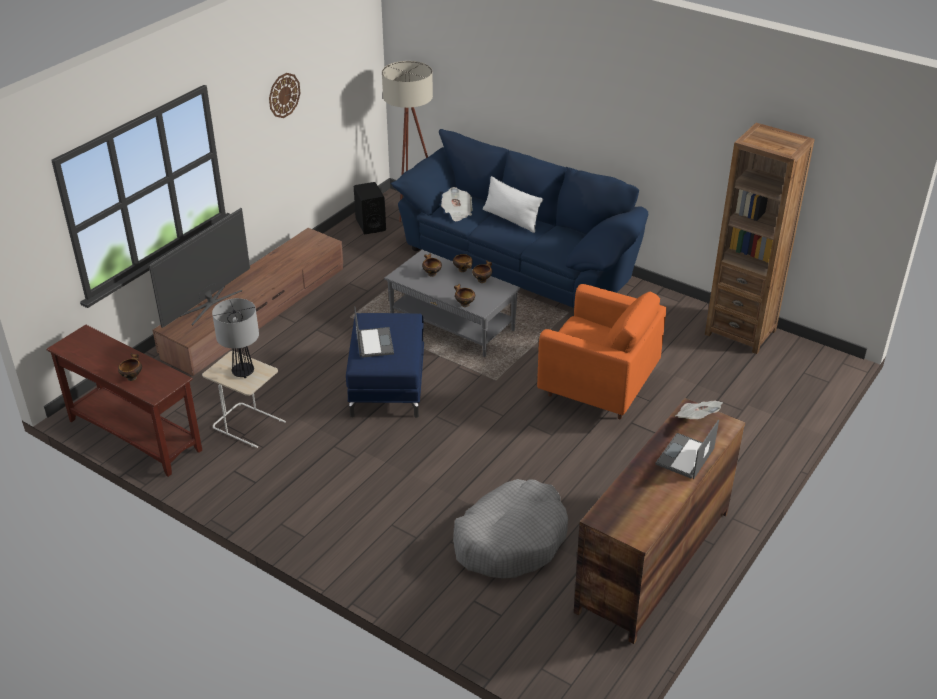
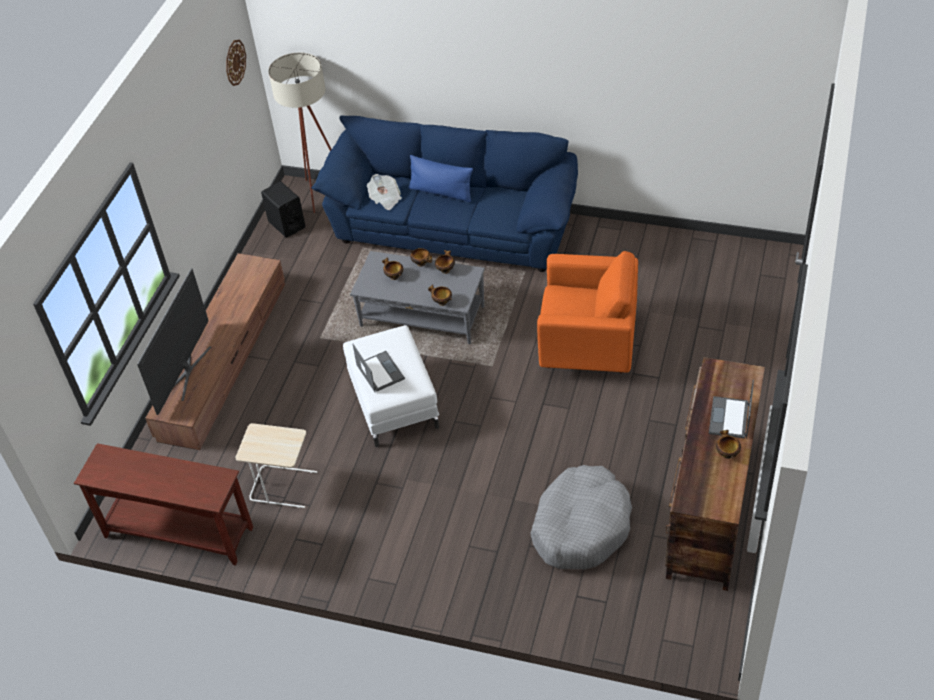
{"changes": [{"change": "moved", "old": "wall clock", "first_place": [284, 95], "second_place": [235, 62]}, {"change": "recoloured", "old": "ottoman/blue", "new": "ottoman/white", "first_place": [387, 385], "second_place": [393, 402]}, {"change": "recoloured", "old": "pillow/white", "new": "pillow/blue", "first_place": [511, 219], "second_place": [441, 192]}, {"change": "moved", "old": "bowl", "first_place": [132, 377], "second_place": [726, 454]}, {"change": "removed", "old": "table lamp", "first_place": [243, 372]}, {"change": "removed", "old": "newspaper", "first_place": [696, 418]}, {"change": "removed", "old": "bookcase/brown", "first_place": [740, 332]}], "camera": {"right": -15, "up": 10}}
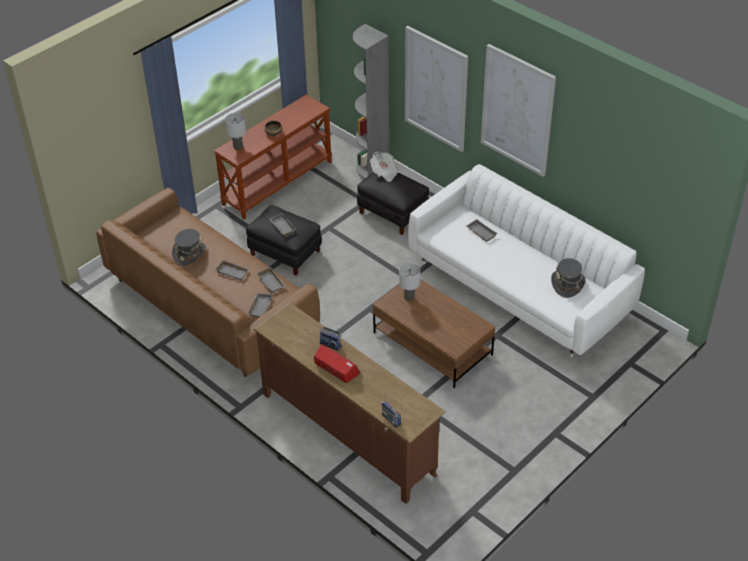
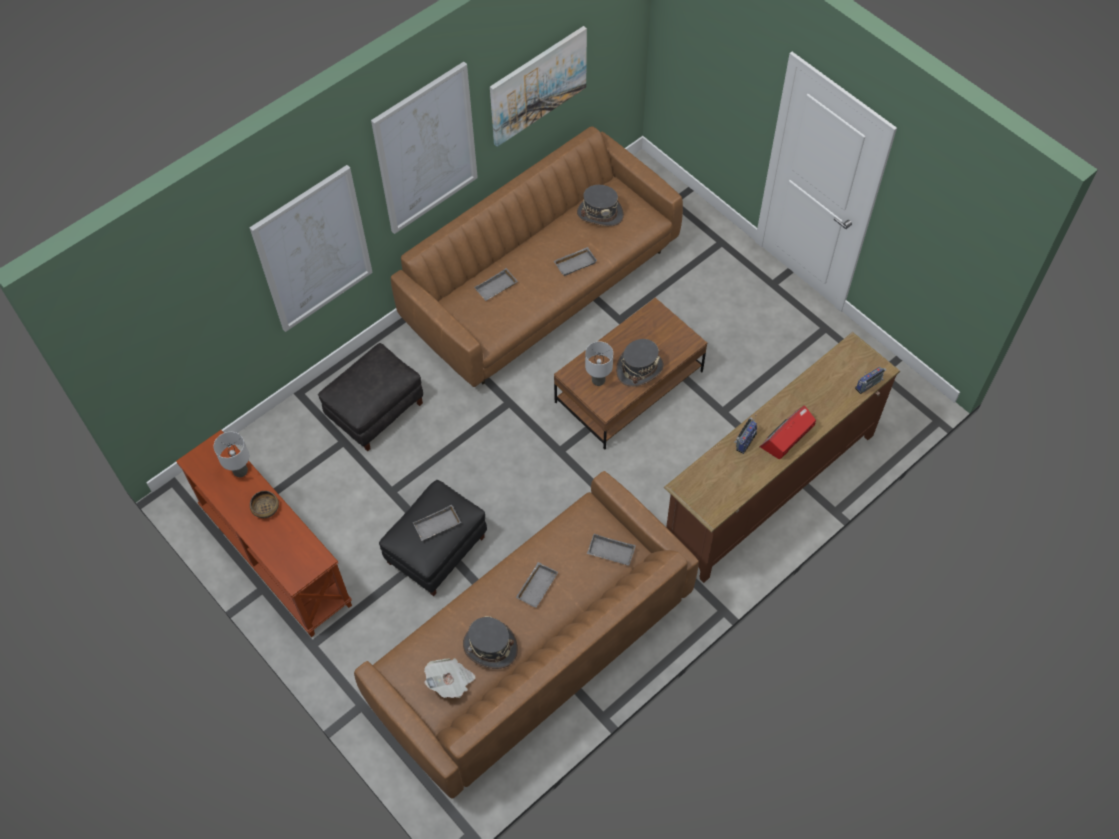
{"changes": [{"change": "moved", "old": "table lamp/white", "first_place": [238, 147], "second_place": [240, 471]}, {"change": "recoloured", "old": "sofa/white", "new": "sofa/brown", "first_place": [519, 288], "second_place": [541, 286]}, {"change": "moved", "old": "newspaper", "first_place": [384, 172], "second_place": [450, 682]}, {"change": "added", "new": "picture", "second_place": [538, 85]}, {"change": "moved", "old": "tray/grey", "first_place": [272, 282], "second_place": [575, 263]}, {"change": "added", "new": "hat/grey", "second_place": [639, 368]}, {"change": "removed", "old": "bookcase/grey", "first_place": [369, 171]}], "camera": {"right": -85, "up": 15}}
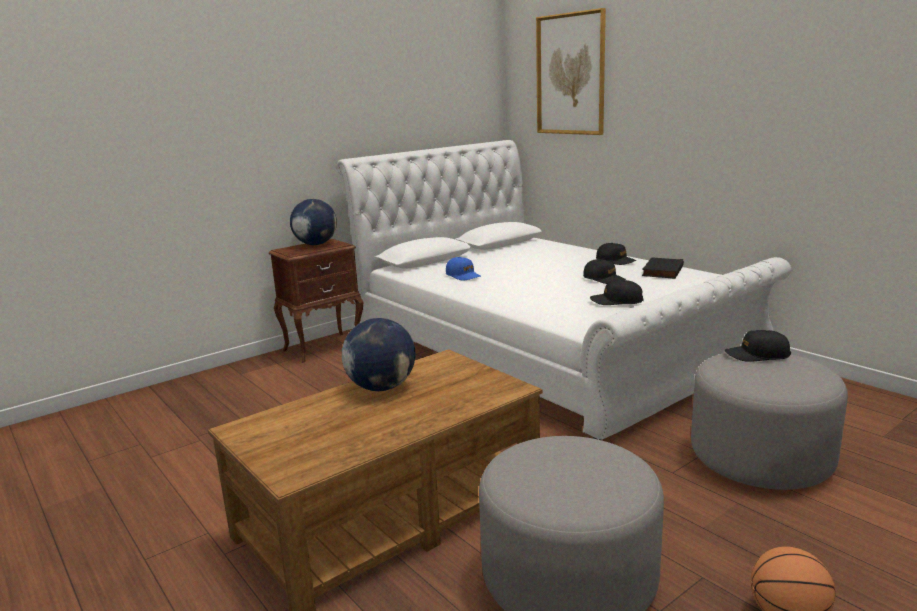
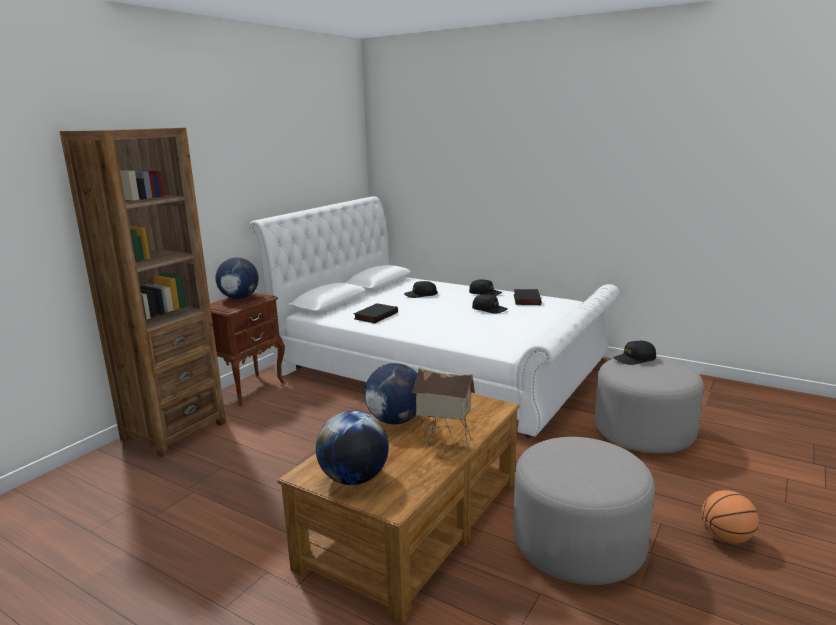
{"changes": [{"change": "added", "new": "bookcase/brown", "second_place": [174, 431]}, {"change": "added", "new": "globe", "second_place": [354, 478]}, {"change": "replaced", "old": "cap/blue", "new": "book/black", "first_place": [463, 276], "second_place": [375, 315]}, {"change": "moved", "old": "cap/black", "first_place": [616, 301], "second_place": [420, 295]}, {"change": "added", "new": "toy house", "second_place": [444, 441]}, {"change": "removed", "old": "picture", "first_place": [570, 74]}], "camera": {"right": -20, "up": 0}}
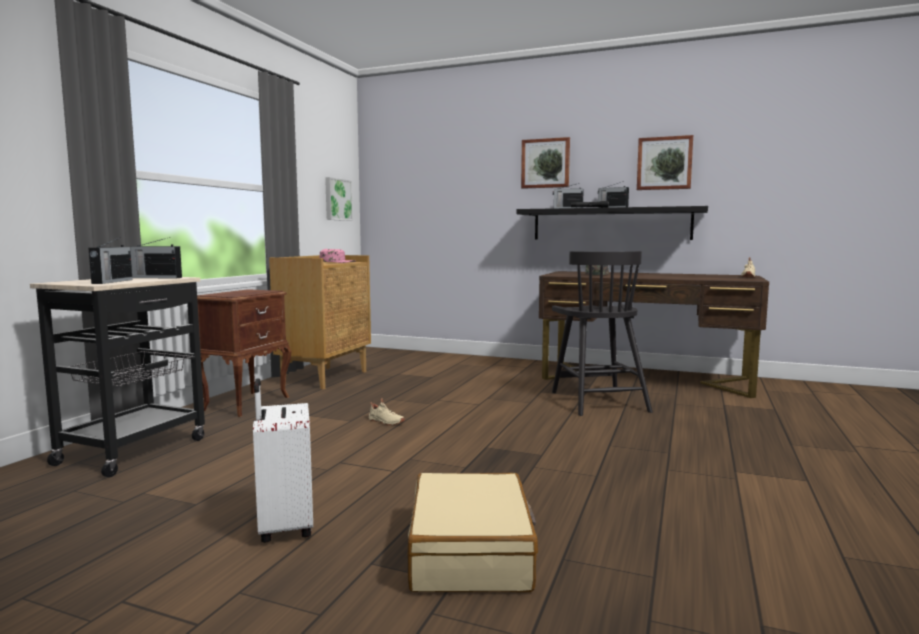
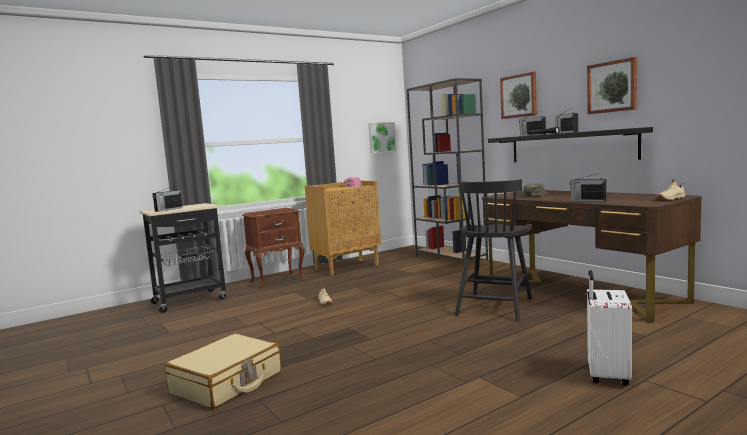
{"changes": [{"change": "added", "new": "bookcase", "second_place": [451, 258]}, {"change": "moved", "old": "radio", "first_place": [156, 277], "second_place": [587, 201]}, {"change": "moved", "old": "suitcase/white", "first_place": [284, 527], "second_place": [606, 376]}], "camera": {"right": 35, "up": 0}}
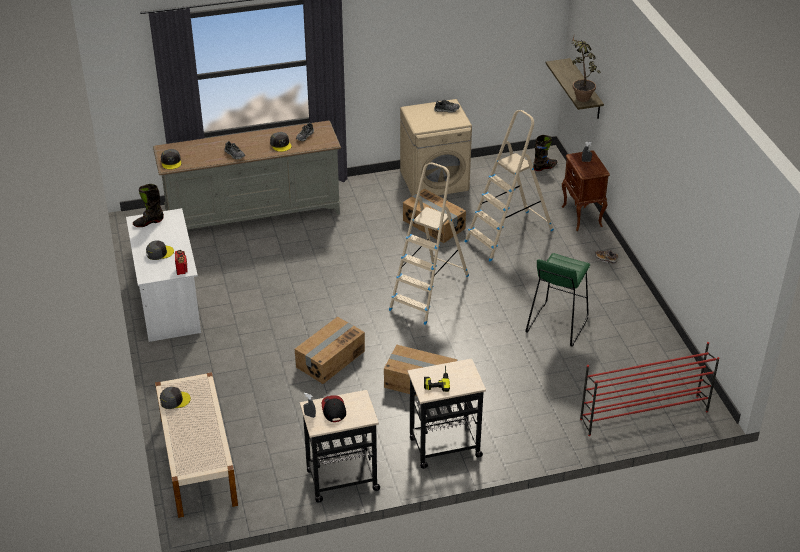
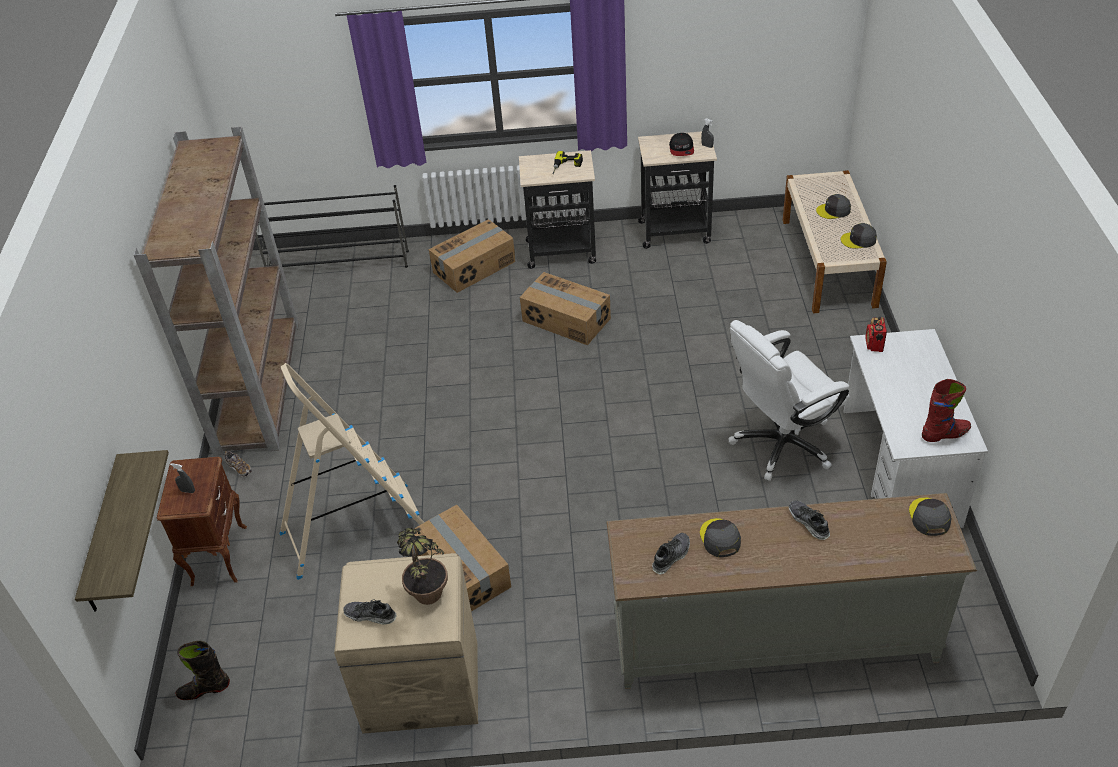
{"changes": [{"change": "added", "new": "bookcase/brown", "second_place": [258, 385]}, {"change": "recoloured", "old": "shoe rack/red", "new": "shoe rack/black", "first_place": [643, 415], "second_place": [339, 265]}, {"change": "moved", "old": "potted plant", "first_place": [580, 95], "second_place": [429, 602]}, {"change": "moved", "old": "cardboard box", "first_place": [330, 359], "second_place": [474, 267]}, {"change": "added", "new": "office chair/white", "second_place": [783, 443]}, {"change": "moved", "old": "cap/grey", "first_place": [159, 252], "second_place": [833, 210]}, {"change": "recoloured", "old": "boot/black", "new": "boot/red", "first_place": [148, 222], "second_place": [945, 434]}, {"change": "removed", "old": "step ladder/beige", "first_place": [429, 292]}, {"change": "removed", "old": "stool/green", "first_place": [556, 325]}], "camera": {"right": -165, "up": 5}}
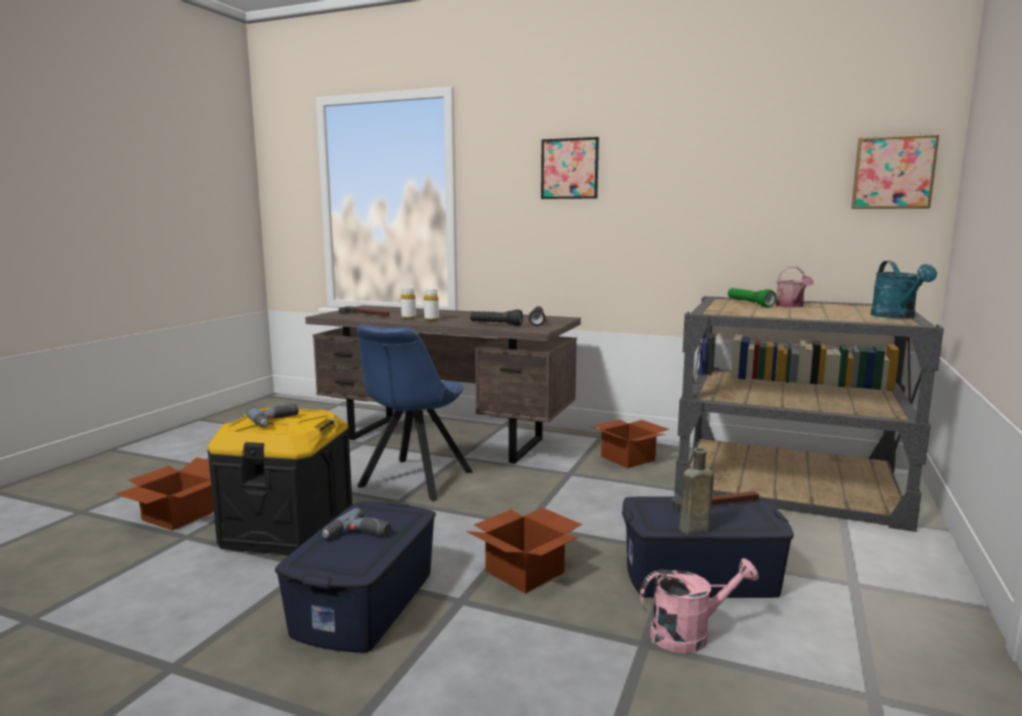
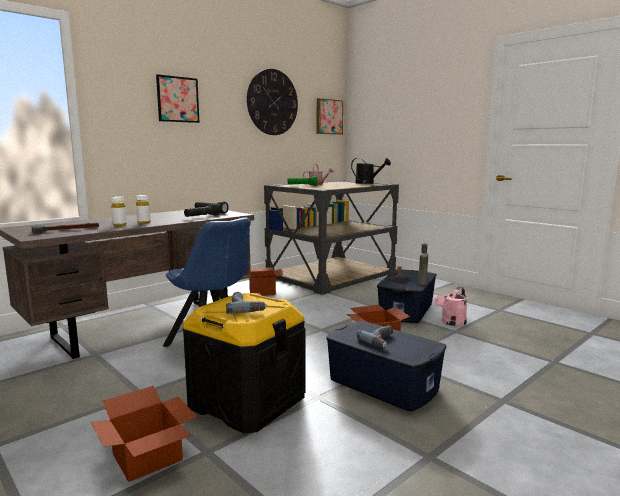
{"changes": [{"change": "added", "new": "wall clock", "second_place": [272, 102]}, {"change": "recoloured", "old": "watering can/turquoise", "new": "watering can/black", "first_place": [897, 317], "second_place": [368, 183]}, {"change": "turned", "old": "watering can/pink", "first_place": [689, 634], "second_place": [451, 322], "degrees": -150}], "camera": {"right": -65, "up": 0}}
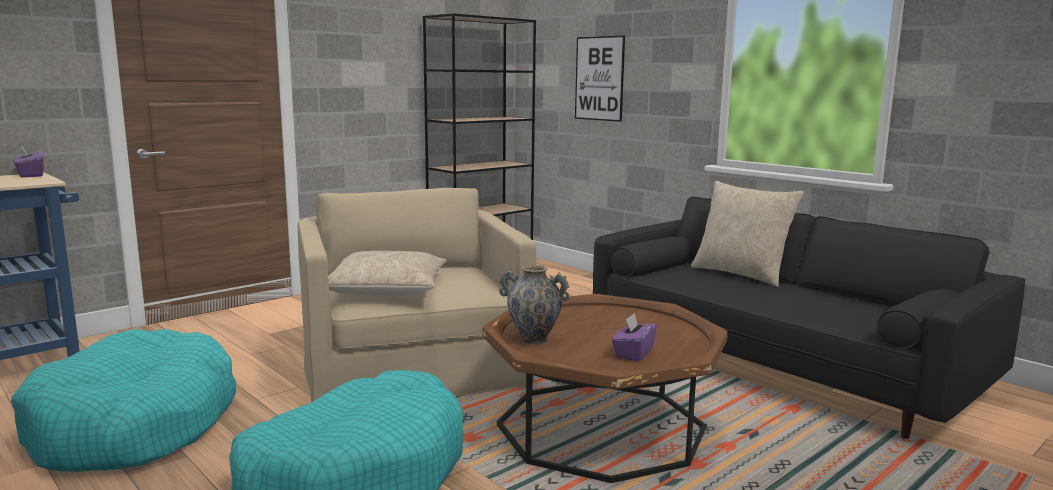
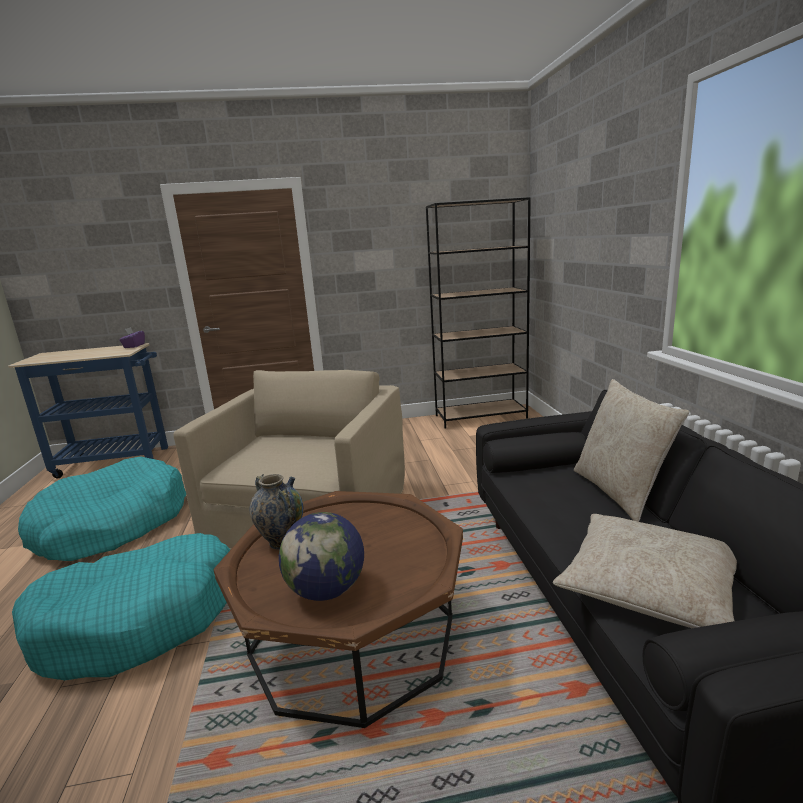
{"changes": [{"change": "replaced", "old": "tissue box/purple", "new": "globe", "first_place": [633, 353], "second_place": [326, 590]}, {"change": "moved", "old": "pillow/beige", "first_place": [386, 289], "second_place": [648, 585]}, {"change": "removed", "old": "picture", "first_place": [599, 78]}], "camera": {"right": 35, "up": 5}}
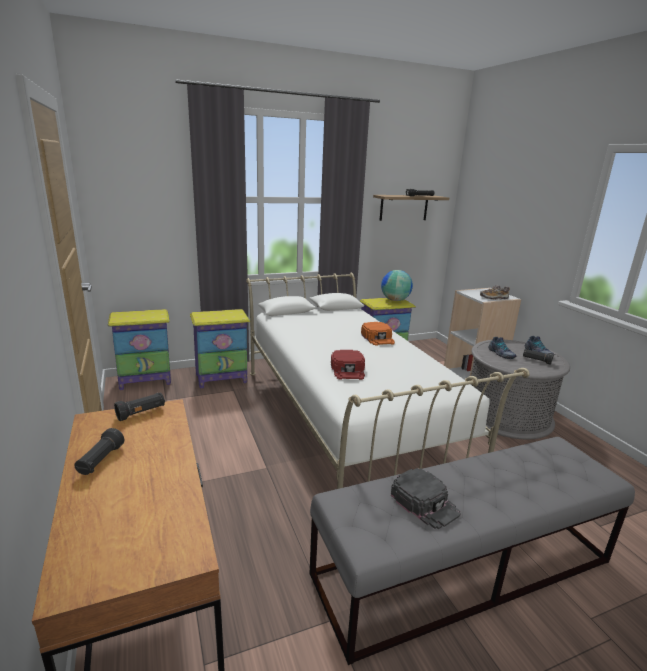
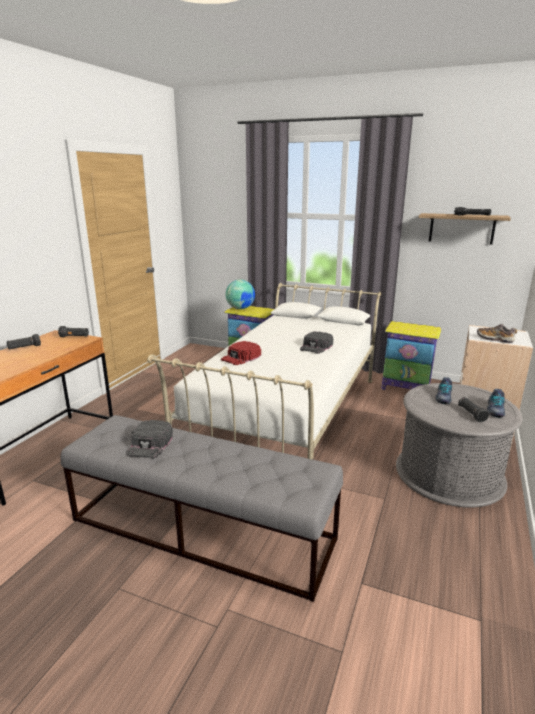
{"changes": [{"change": "moved", "old": "globe", "first_place": [395, 300], "second_place": [240, 308]}, {"change": "recoloured", "old": "cap/orange", "new": "cap/black", "first_place": [378, 338], "second_place": [316, 346]}, {"change": "removed", "old": "nightstand", "first_place": [147, 381]}], "camera": {"right": 45, "up": 0}}
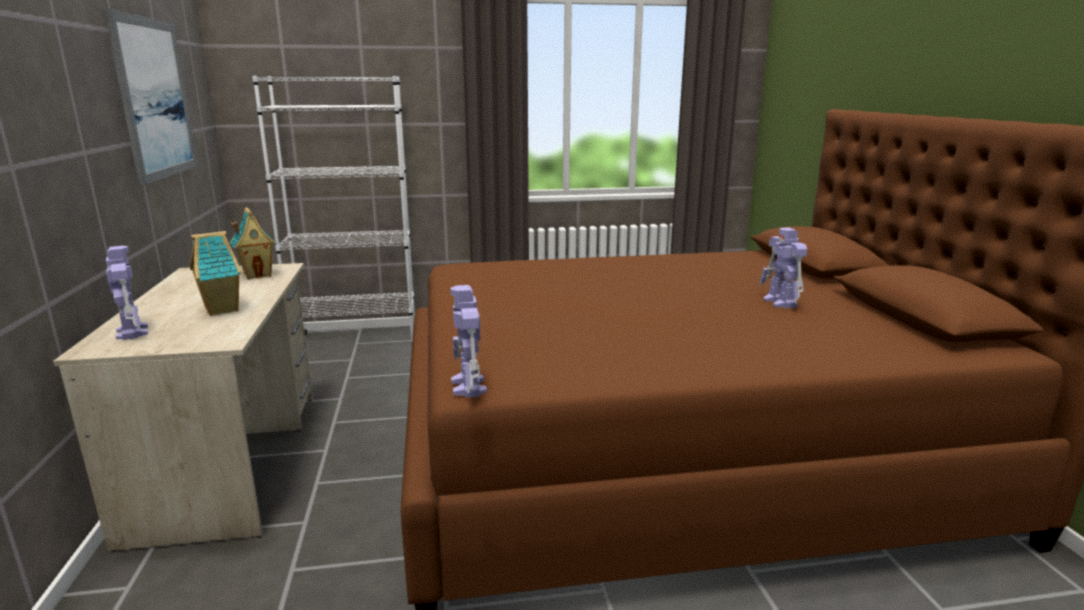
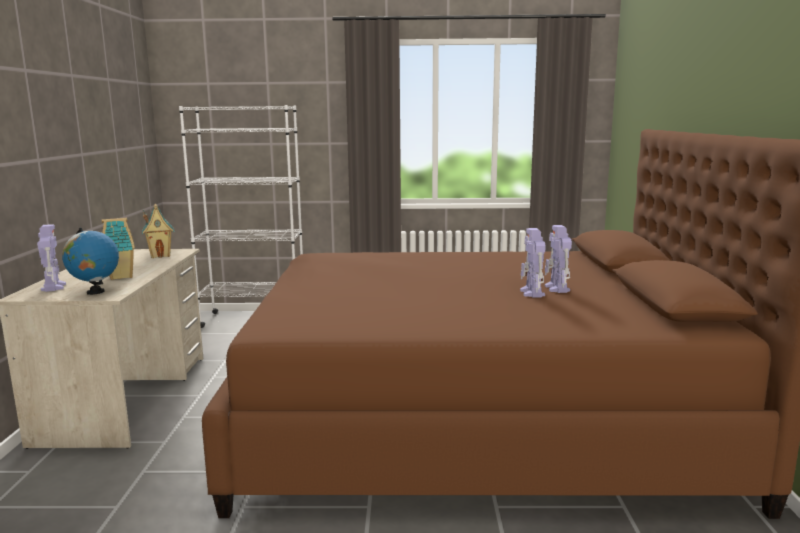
{"changes": [{"change": "added", "new": "globe", "second_place": [95, 292]}, {"change": "moved", "old": "toy robot", "first_place": [468, 387], "second_place": [532, 293]}, {"change": "removed", "old": "picture", "first_place": [155, 98]}], "camera": {"right": 10, "up": -5}}
